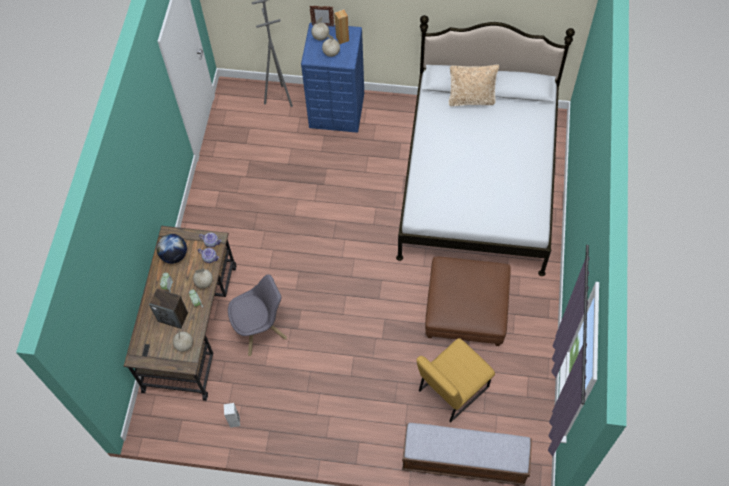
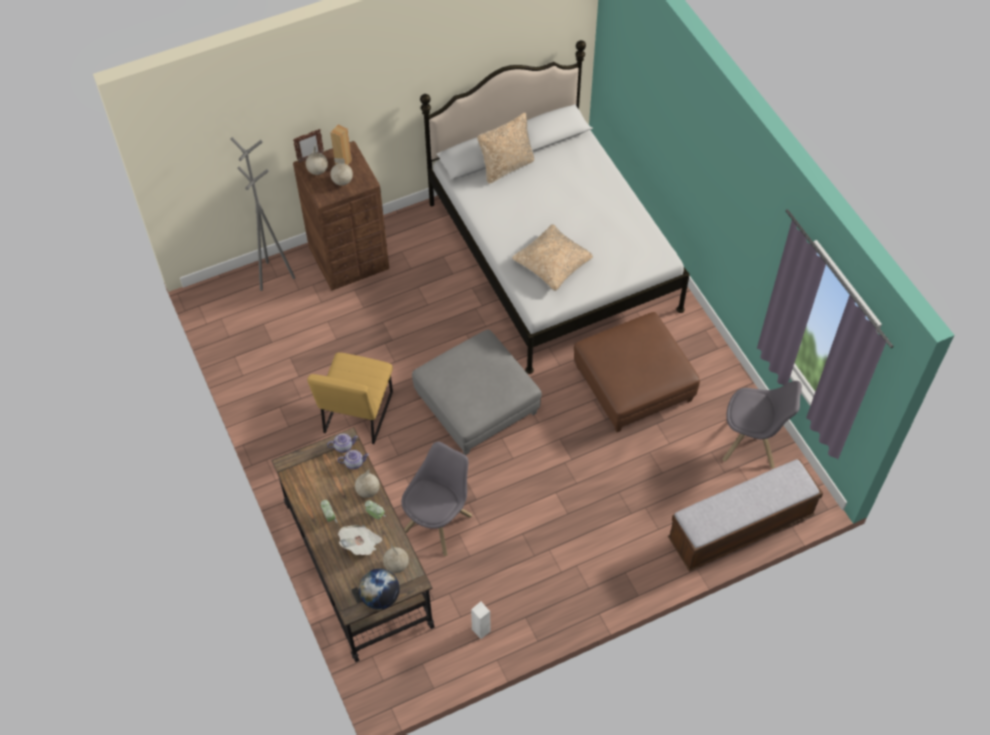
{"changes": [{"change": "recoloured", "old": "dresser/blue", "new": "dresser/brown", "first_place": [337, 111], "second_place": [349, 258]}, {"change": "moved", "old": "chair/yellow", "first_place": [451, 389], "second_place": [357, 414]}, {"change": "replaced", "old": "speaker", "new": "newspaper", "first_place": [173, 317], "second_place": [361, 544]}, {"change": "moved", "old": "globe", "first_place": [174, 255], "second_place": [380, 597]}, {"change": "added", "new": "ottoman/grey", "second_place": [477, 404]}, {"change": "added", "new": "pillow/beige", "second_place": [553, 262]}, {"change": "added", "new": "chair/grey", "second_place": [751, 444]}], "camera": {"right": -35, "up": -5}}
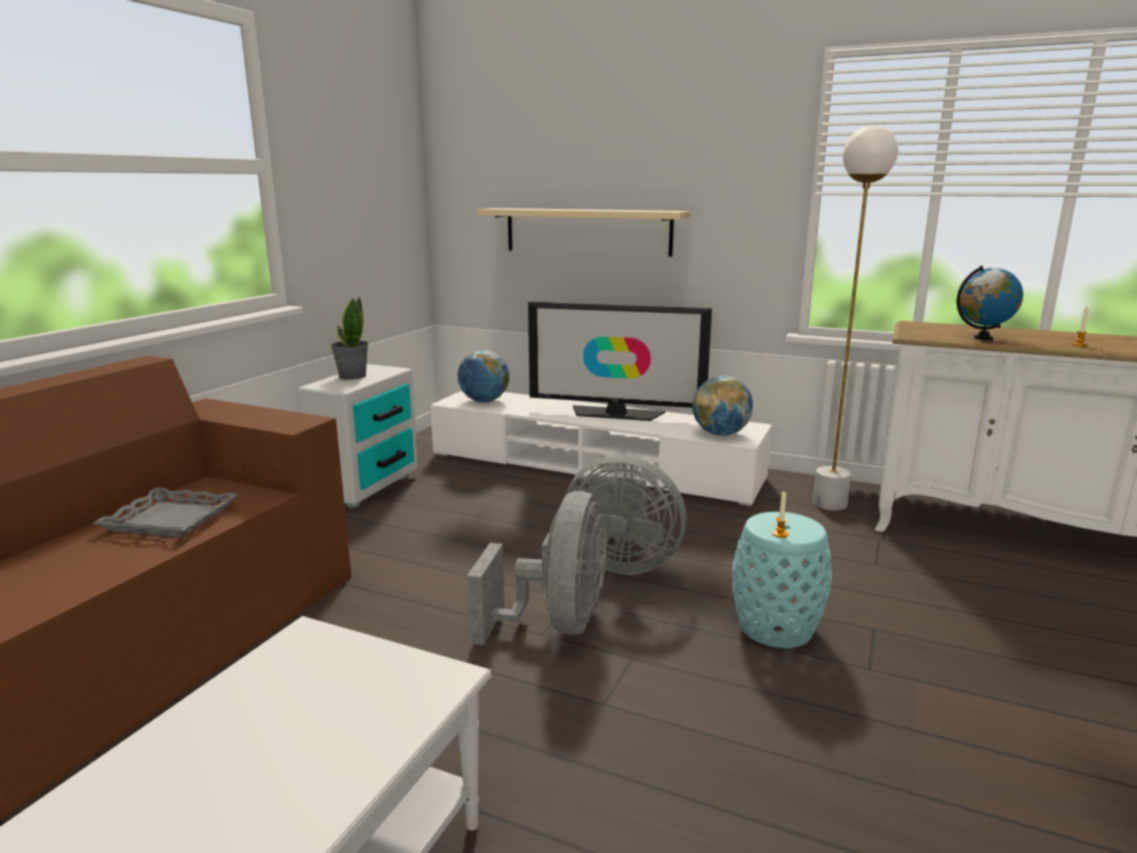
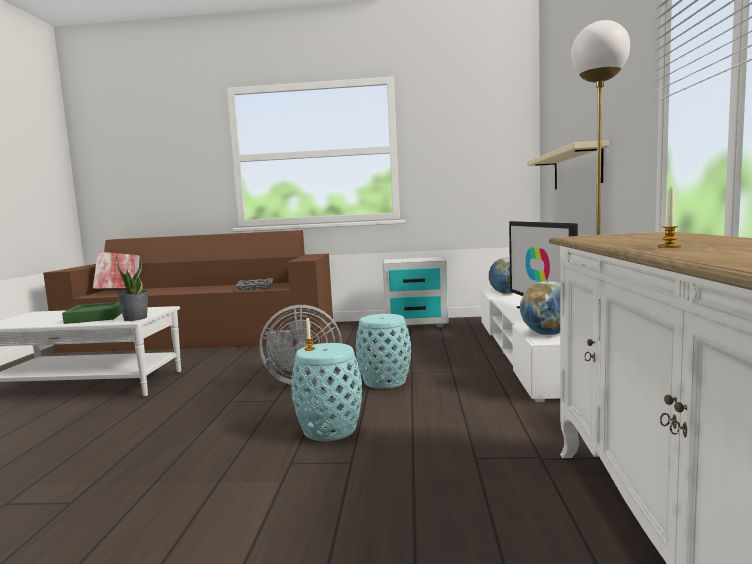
{"changes": [{"change": "added", "new": "tray/green", "second_place": [95, 317]}, {"change": "moved", "old": "potted plant", "first_place": [352, 376], "second_place": [135, 318]}, {"change": "replaced", "old": "fan/grey", "new": "stool/turquoise", "first_place": [621, 563], "second_place": [385, 382]}, {"change": "removed", "old": "globe", "first_place": [983, 338]}], "camera": {"right": 70, "up": -10}}
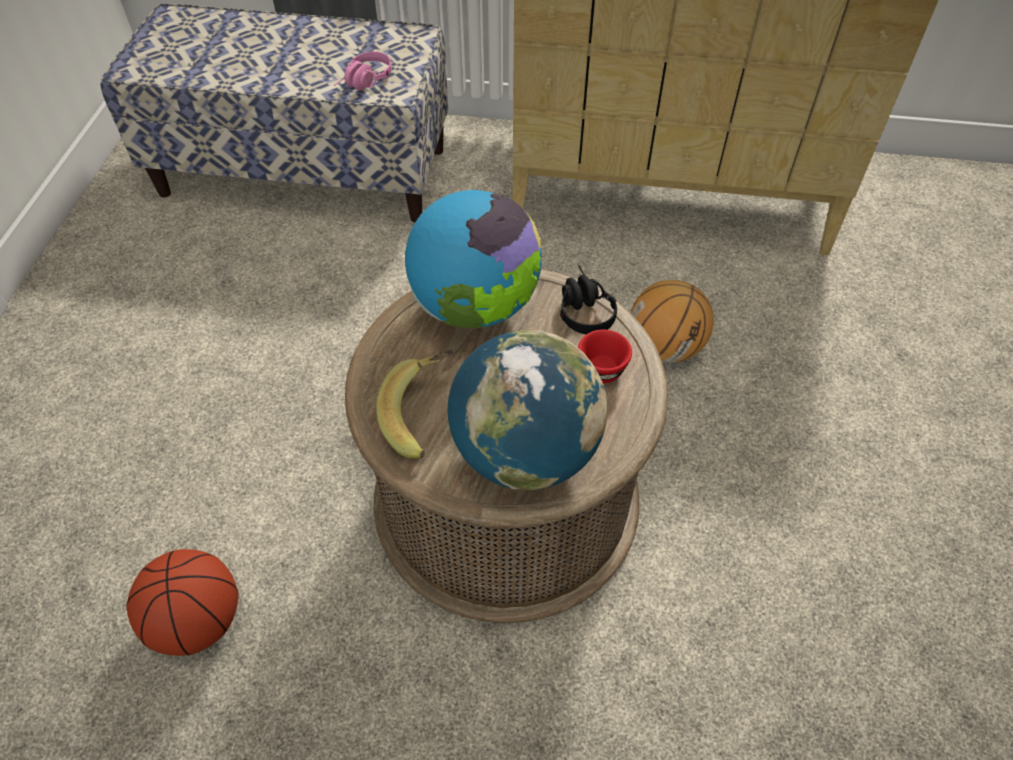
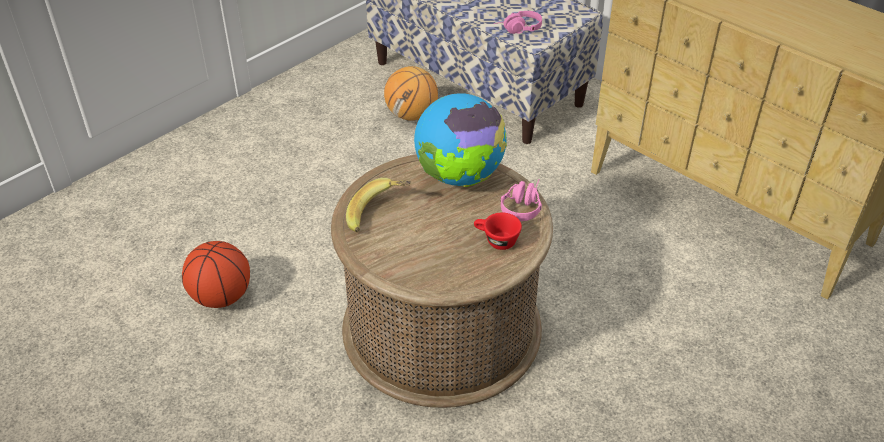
{"changes": [{"change": "moved", "old": "basketball", "first_place": [665, 347], "second_place": [412, 115]}, {"change": "recoloured", "old": "headphones/black", "new": "headphones/pink", "first_place": [582, 308], "second_place": [522, 205]}, {"change": "removed", "old": "globe", "first_place": [525, 452]}], "camera": {"right": 35, "up": -10}}
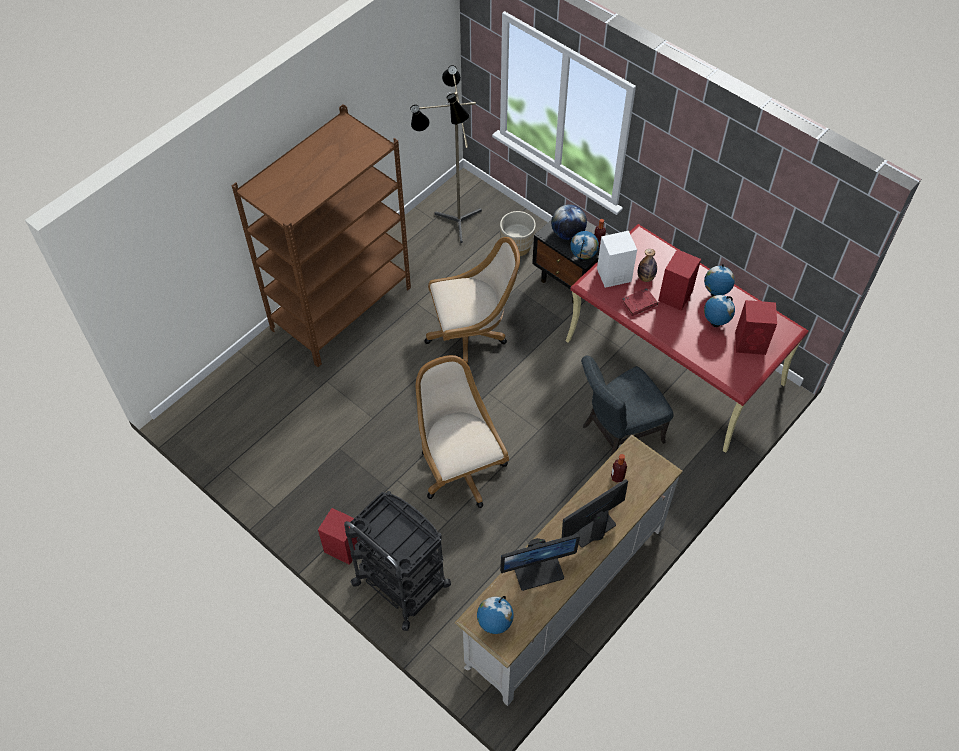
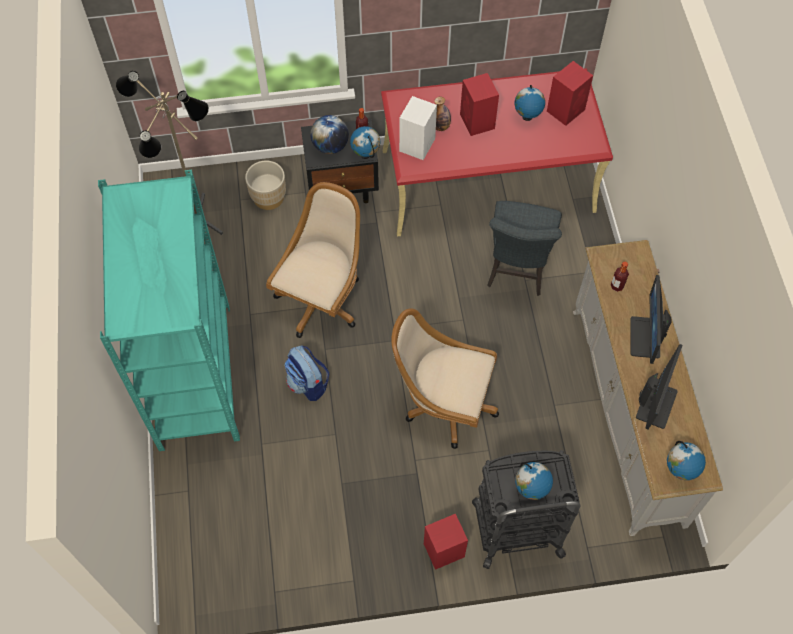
{"changes": [{"change": "recoloured", "old": "bookcase/brown", "new": "bookcase/turquoise", "first_place": [341, 308], "second_place": [195, 376]}, {"change": "added", "new": "backpack", "second_place": [308, 383]}, {"change": "moved", "old": "globe", "first_place": [715, 294], "second_place": [530, 490]}, {"change": "removed", "old": "book/red", "first_place": [639, 303]}], "camera": {"right": -50, "up": 5}}
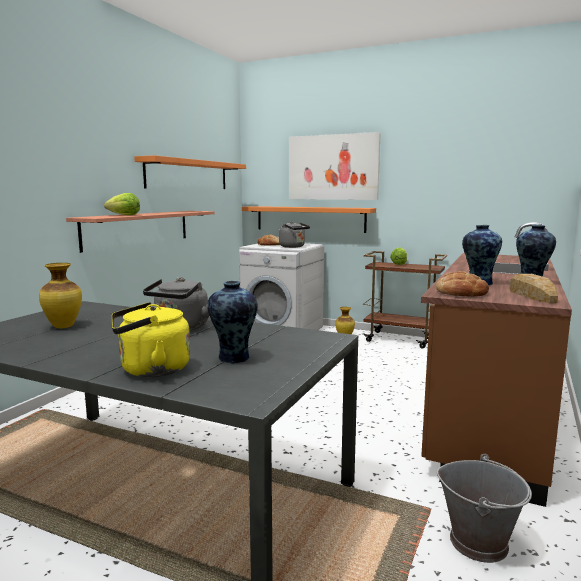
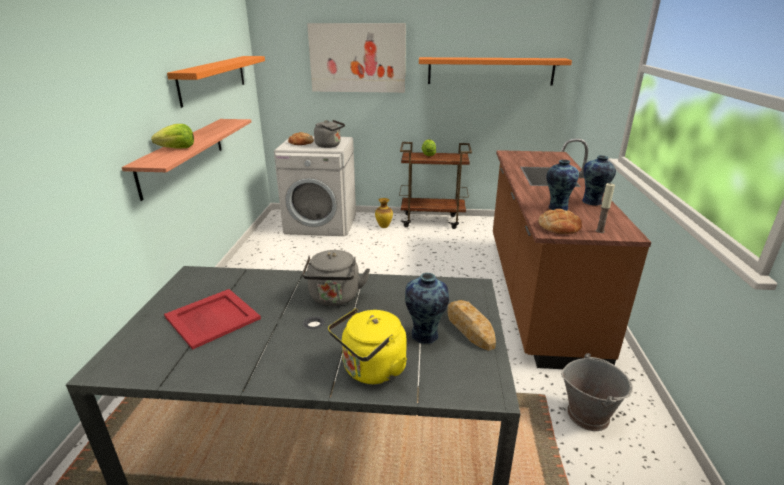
{"changes": [{"change": "replaced", "old": "vase", "new": "tray/red", "first_place": [63, 327], "second_place": [212, 318]}, {"change": "moved", "old": "shelf/orange", "first_place": [310, 219], "second_place": [490, 71]}, {"change": "moved", "old": "bread", "first_place": [531, 295], "second_place": [469, 328]}, {"change": "added", "new": "candle", "second_place": [600, 231]}], "camera": {"right": -20, "up": 15}}
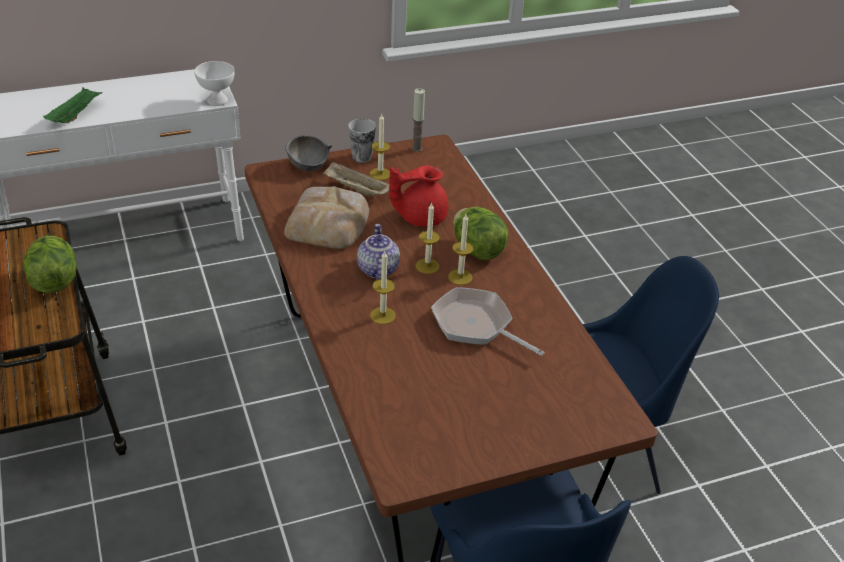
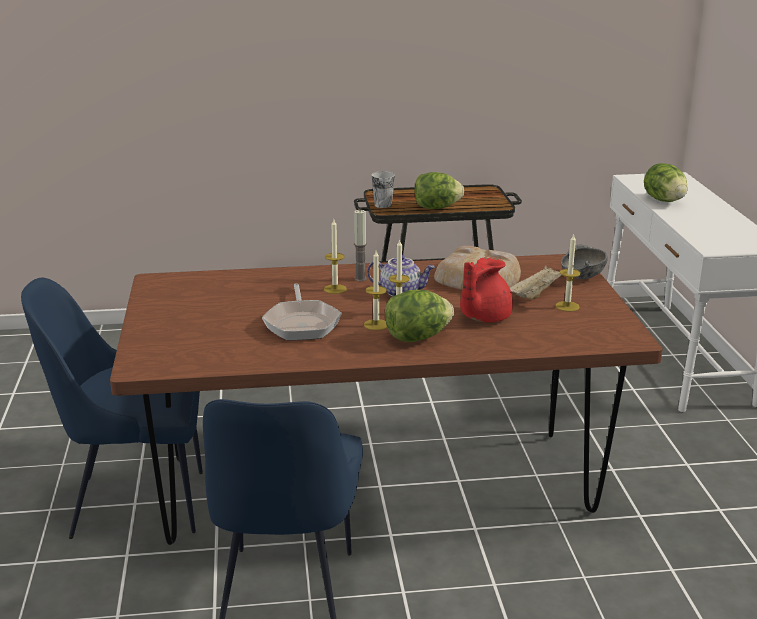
{"changes": [{"change": "turned", "old": "frying pan", "first_place": [476, 325], "second_place": [302, 323], "degrees": 120}, {"change": "moved", "old": "candle", "first_place": [416, 148], "second_place": [360, 279]}, {"change": "moved", "old": "cup", "first_place": [361, 157], "second_place": [383, 205]}, {"change": "turned", "old": "teapot/red", "first_place": [420, 217], "second_place": [483, 317], "degrees": -135}, {"change": "replaced", "old": "tray/green", "new": "lettuce", "first_place": [75, 115], "second_place": [664, 201]}, {"change": "removed", "old": "bowl/white", "first_place": [217, 100]}], "camera": {"right": 105, "up": -15}}
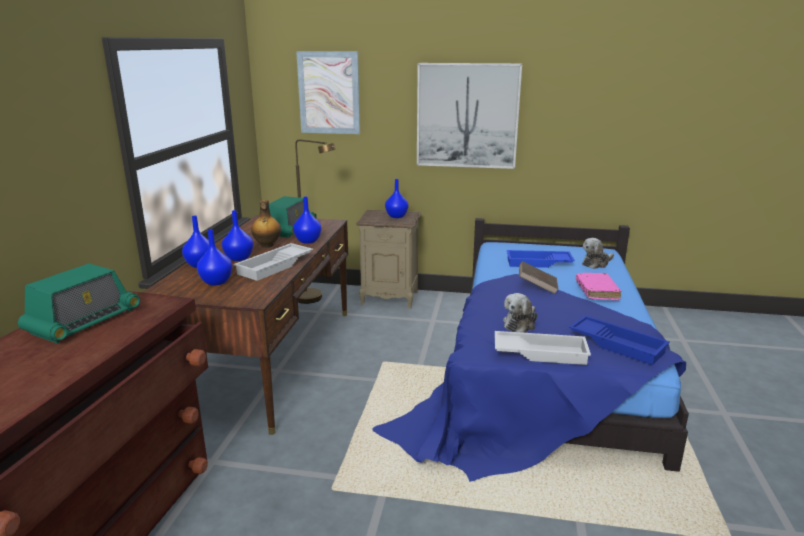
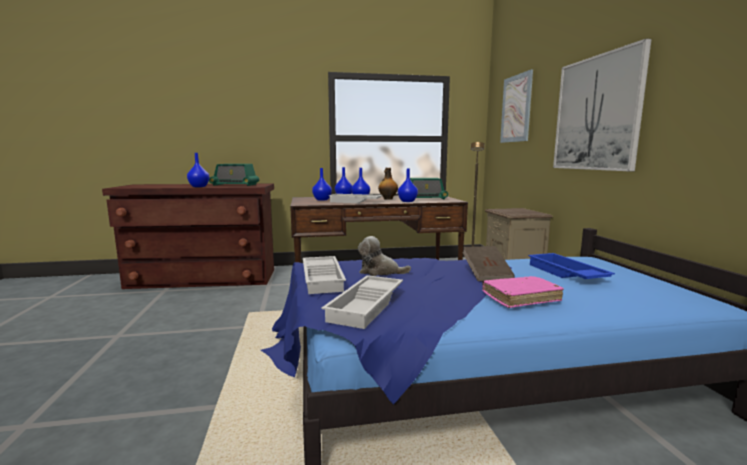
{"changes": [{"change": "moved", "old": "vase/blue", "first_place": [396, 216], "second_place": [199, 186]}, {"change": "recoloured", "old": "tray/blue", "new": "tray/white", "first_place": [618, 344], "second_place": [367, 306]}, {"change": "removed", "old": "plush toy", "first_place": [596, 263]}], "camera": {"right": 70, "up": -10}}
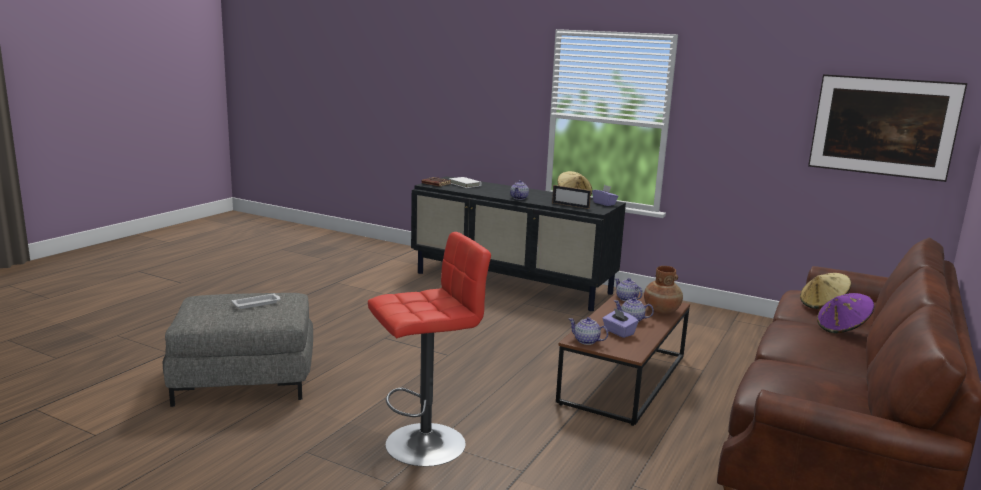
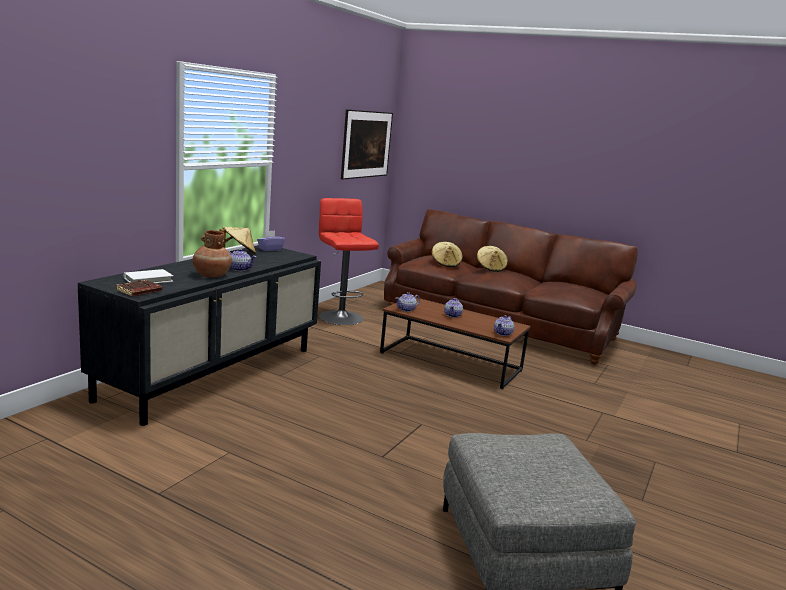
{"changes": [{"change": "moved", "old": "vase/brown", "first_place": [661, 310], "second_place": [211, 275]}, {"change": "moved", "old": "stool/red", "first_place": [426, 444], "second_place": [341, 317]}, {"change": "recoloured", "old": "hat/purple", "new": "hat/beige", "first_place": [842, 328], "second_place": [490, 268]}, {"change": "removed", "old": "tray/white", "first_place": [257, 303]}, {"change": "removed", "old": "picture frame", "first_place": [570, 206]}, {"change": "removed", "old": "tissue box/purple", "first_place": [618, 332]}], "camera": {"right": -90, "up": 0}}
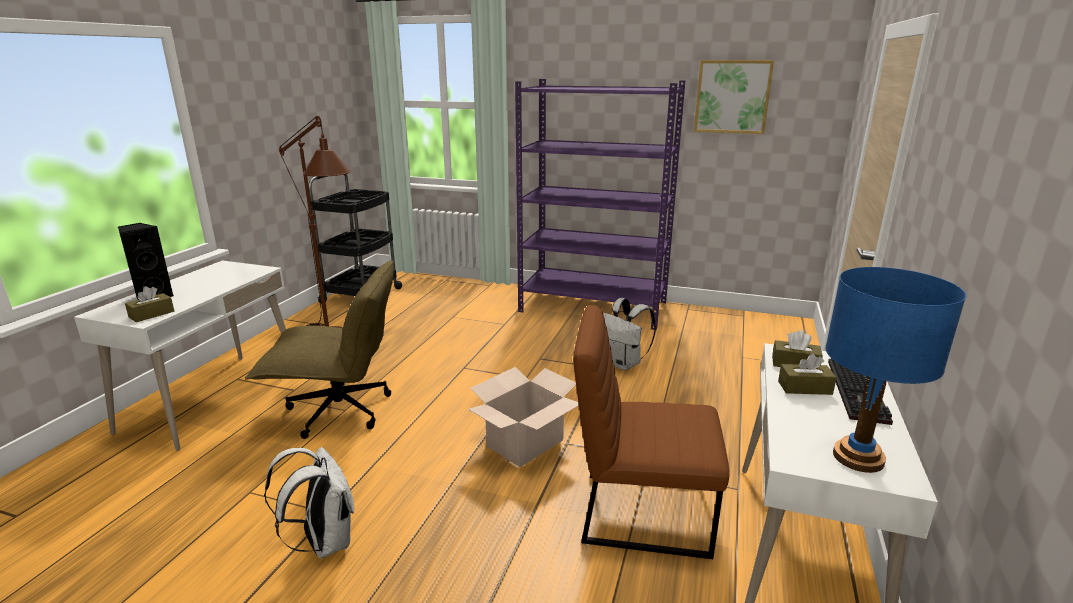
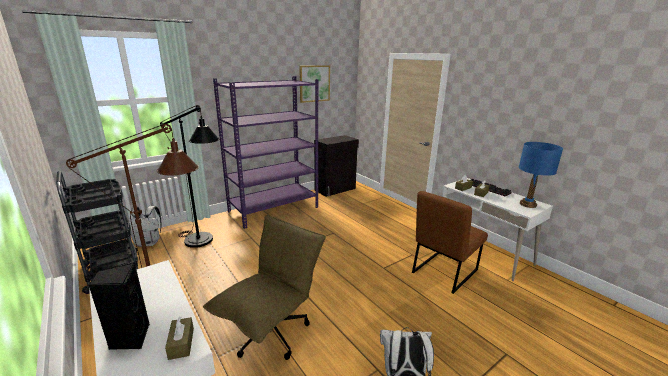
{"changes": [{"change": "moved", "old": "backpack/white", "first_place": [623, 363], "second_place": [148, 243]}, {"change": "added", "new": "floor lamp/black", "second_place": [203, 242]}, {"change": "added", "new": "cabinet/black", "second_place": [335, 189]}, {"change": "removed", "old": "cardboard box", "first_place": [524, 443]}], "camera": {"right": -55, "up": 0}}
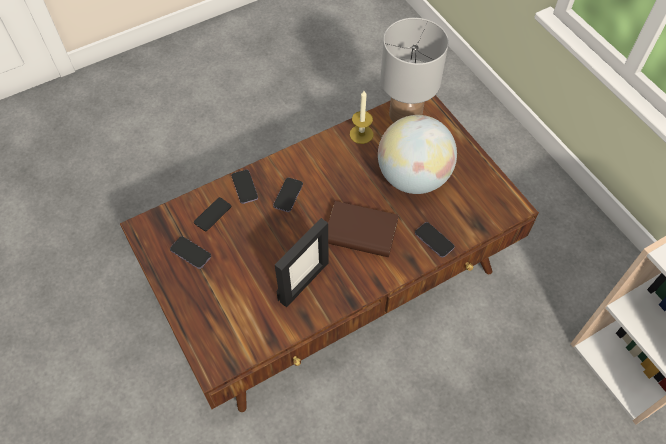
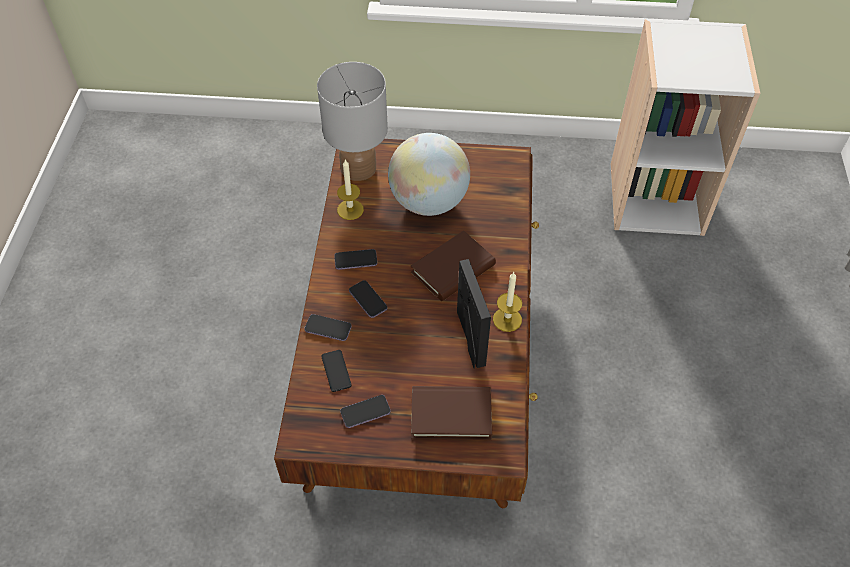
{"changes": [{"change": "moved", "old": "phone", "first_place": [434, 240], "second_place": [355, 260]}, {"change": "added", "new": "book/brown", "second_place": [451, 415]}, {"change": "added", "new": "candle", "second_place": [507, 319]}], "camera": {"right": -55, "up": -5}}
